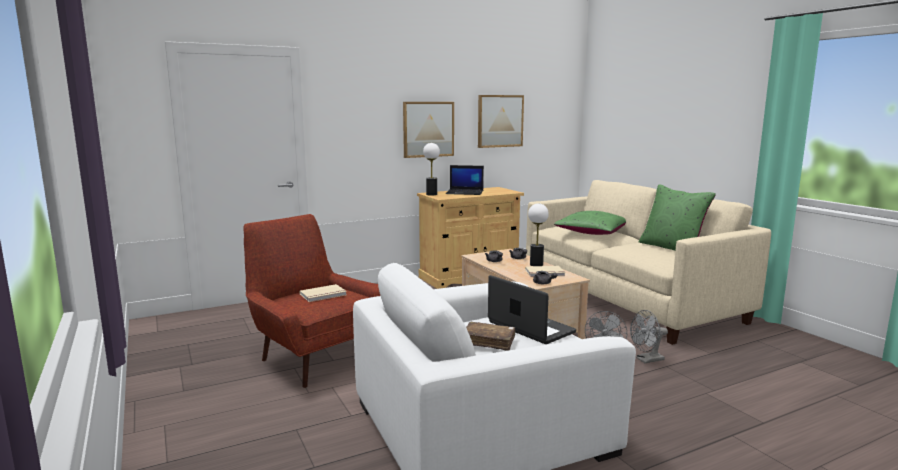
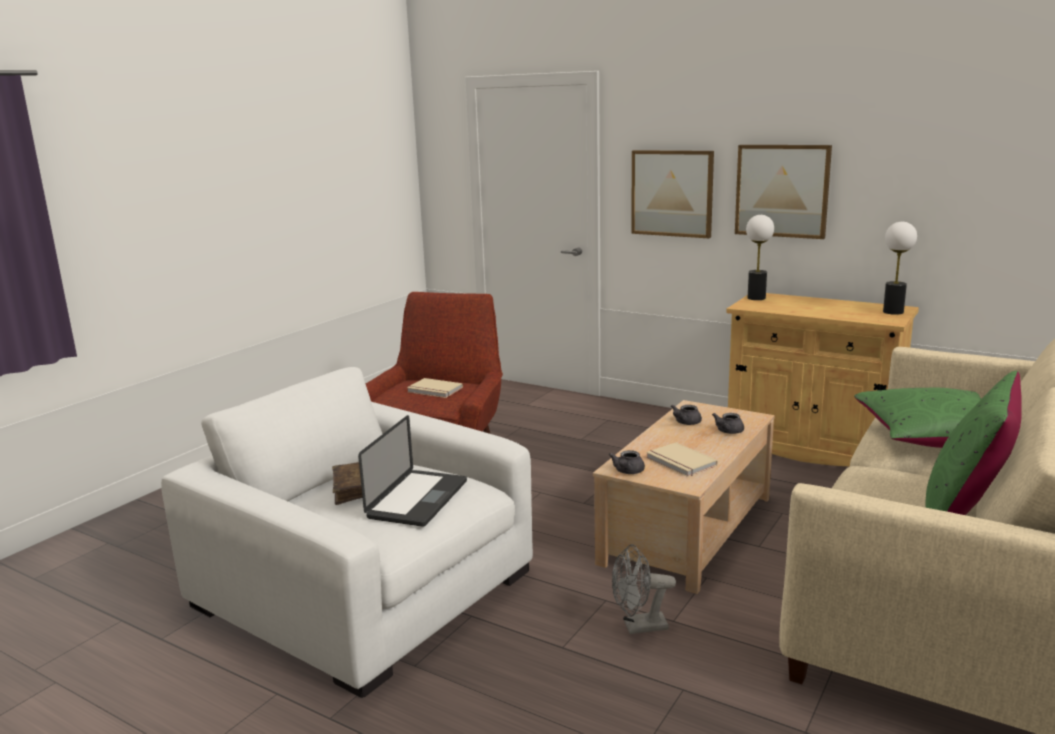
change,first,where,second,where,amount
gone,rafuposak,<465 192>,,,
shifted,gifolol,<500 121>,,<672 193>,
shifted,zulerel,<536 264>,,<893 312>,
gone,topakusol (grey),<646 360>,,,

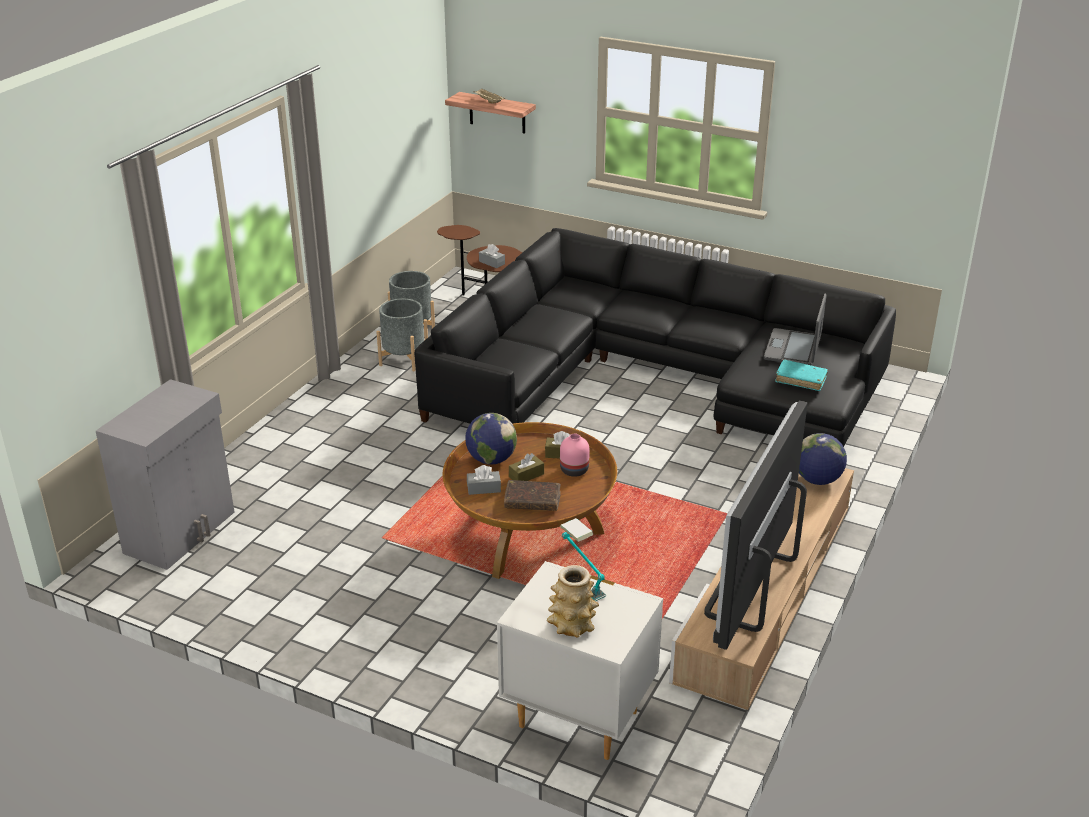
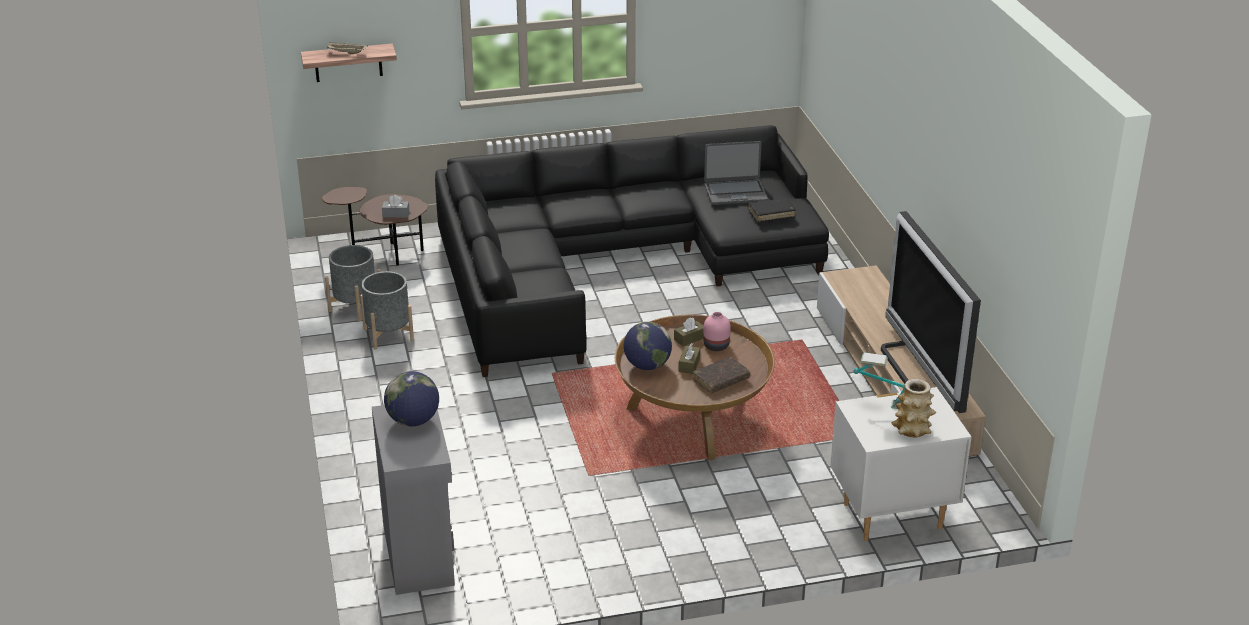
change,first,where,second,where,amount
gone,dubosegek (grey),<484 488>,,,
rotated,rafuposak,<793 349>,,<735 193>,75 degrees counterclockwise
repainted,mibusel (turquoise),<800 380>,mibusel (black),<771 214>,
shifted,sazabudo,<817 480>,,<413 421>,

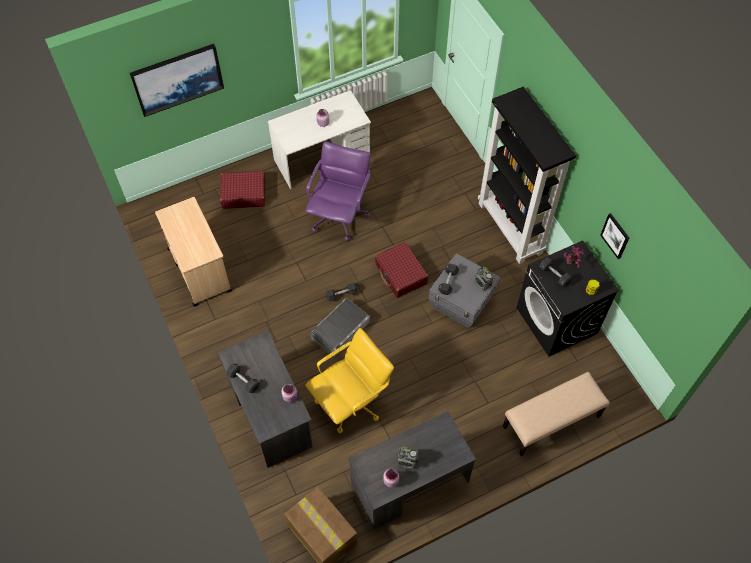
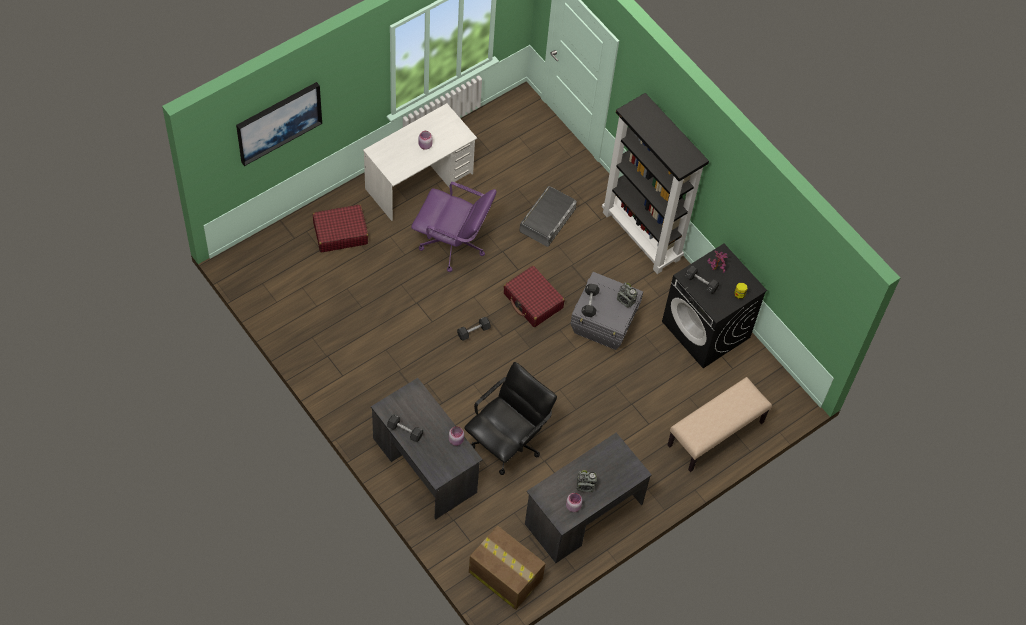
change,first,where,second,where,amount
gone,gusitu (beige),<199 269>,,,
repainted,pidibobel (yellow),<351 402>,pidibobel (black),<507 442>,
rotated,pidibobel (purple),<339 216>,,<453 245>,105 degrees clockwise
shifted,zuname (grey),<340 330>,,<547 219>,
gone,gifolol,<615 235>,,,

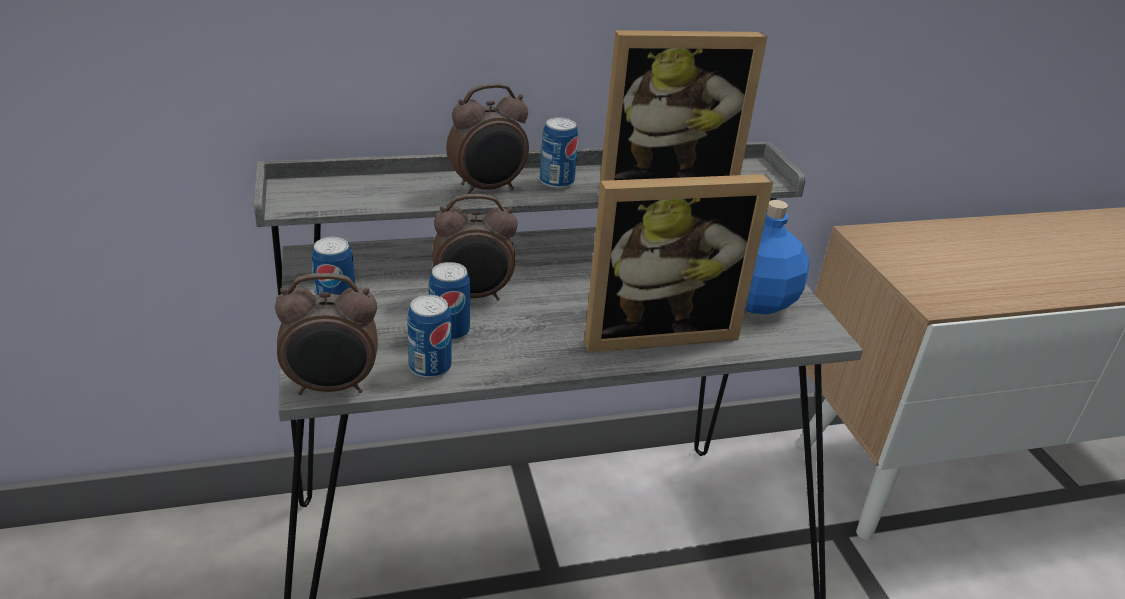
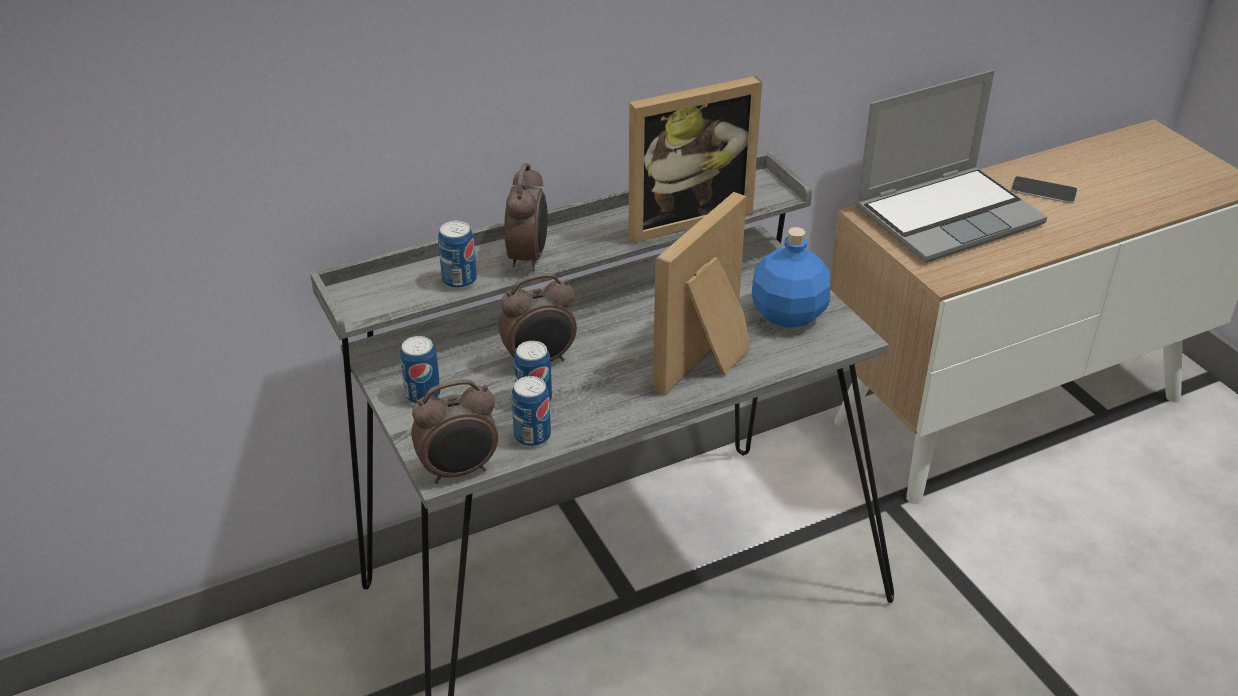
change,first,where,second,where,amount
rotated,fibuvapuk,<488 189>,,<529 257>,45 degrees counterclockwise
shifted,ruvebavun,<556 182>,,<459 281>,
rotated,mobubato,<656 330>,,<710 362>,150 degrees clockwise
new,,,rafuposak,<948 215>,
new,,,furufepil,<1043 190>,

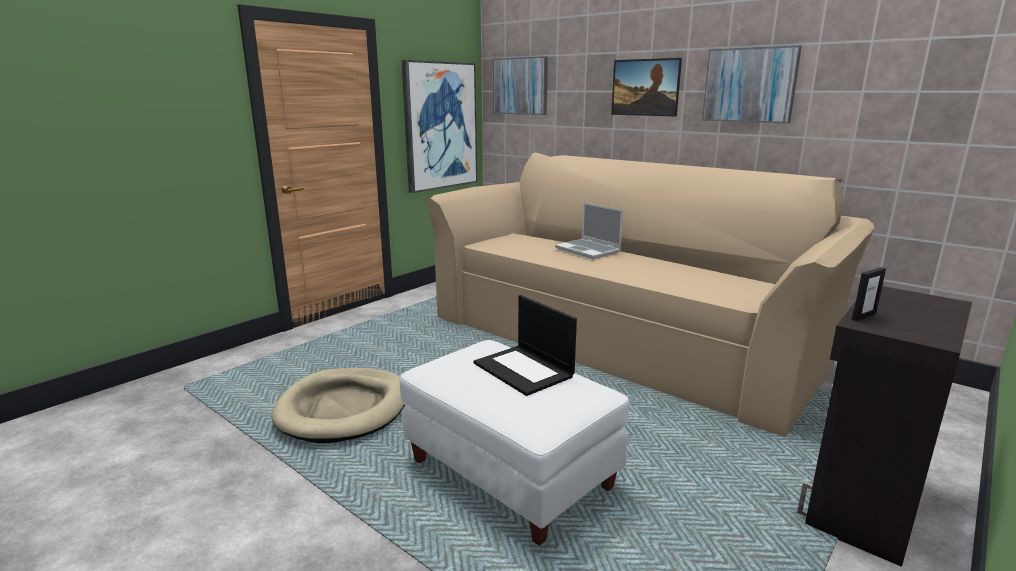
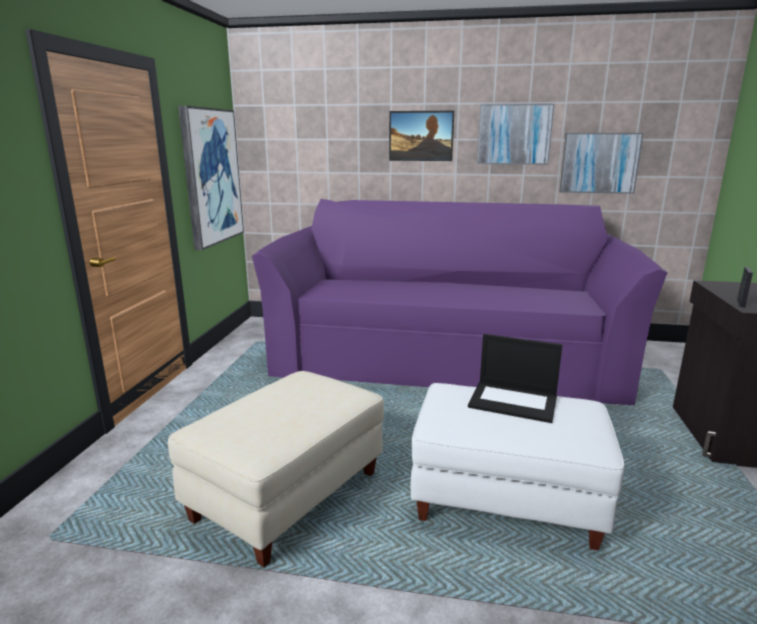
change,first,where,second,where,amount
swapped,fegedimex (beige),<344 409>,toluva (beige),<287 495>,
repainted,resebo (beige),<623 336>,resebo (purple),<445 356>,
shifted,gifolol,<520 86>,,<599 163>,
gone,rafuposak,<589 250>,,,

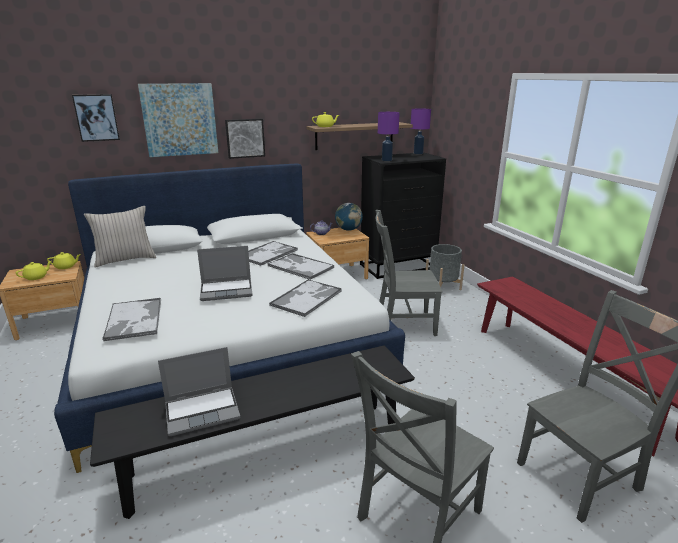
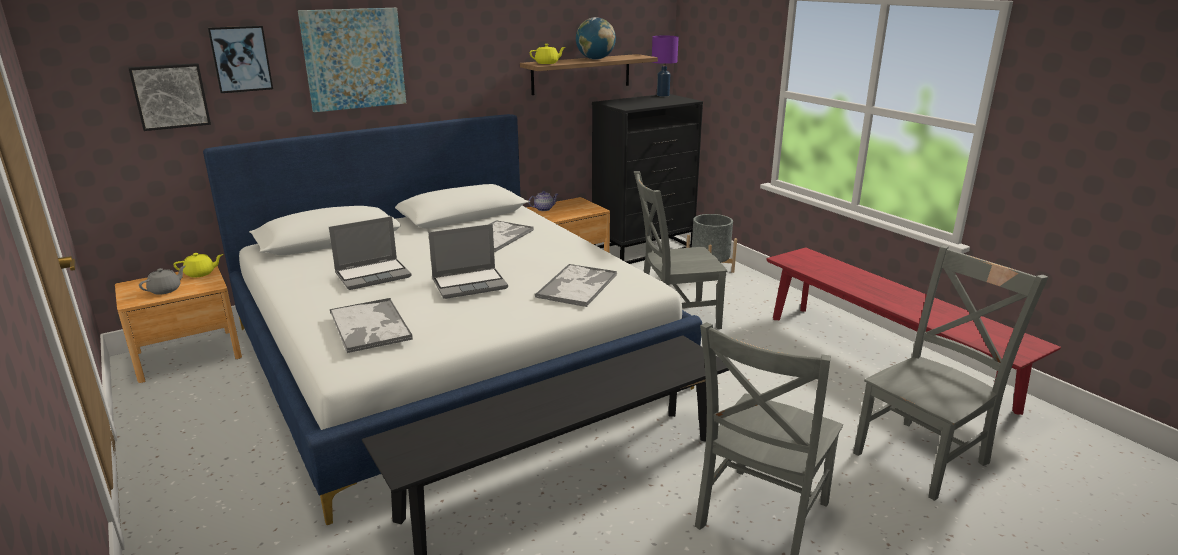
change,first,where,second,where,amount
repainted,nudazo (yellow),<36 277>,nudazo (grey),<166 290>,
gone,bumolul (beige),<125 260>,,,
shifted,rafuposak,<203 411>,,<374 275>,
shifted,gifolol,<245 138>,,<170 96>,
gone,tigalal,<300 267>,,,
shifted,sazabudo,<348 229>,,<595 59>,
gone,zulerel (purple),<387 160>,,,

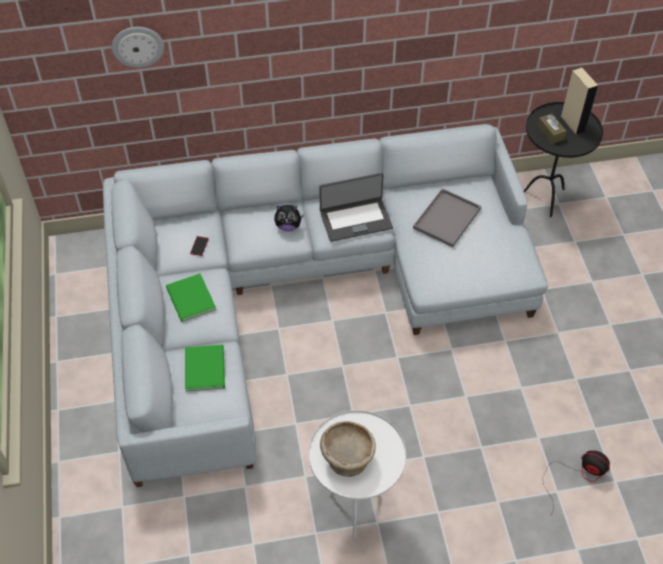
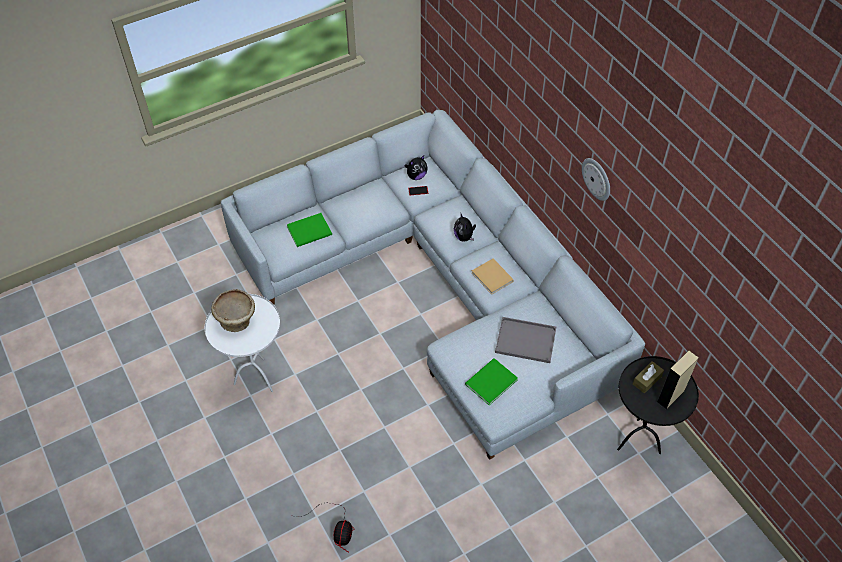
change,first,where,second,where,amount
shifted,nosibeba,<137 46>,,<597 178>,
shifted,mibusel (green),<190 300>,,<489 382>,
swapped,rafuposak,<355 219>,mibusel (beige),<493 278>,
new,,,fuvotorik,<416 176>,

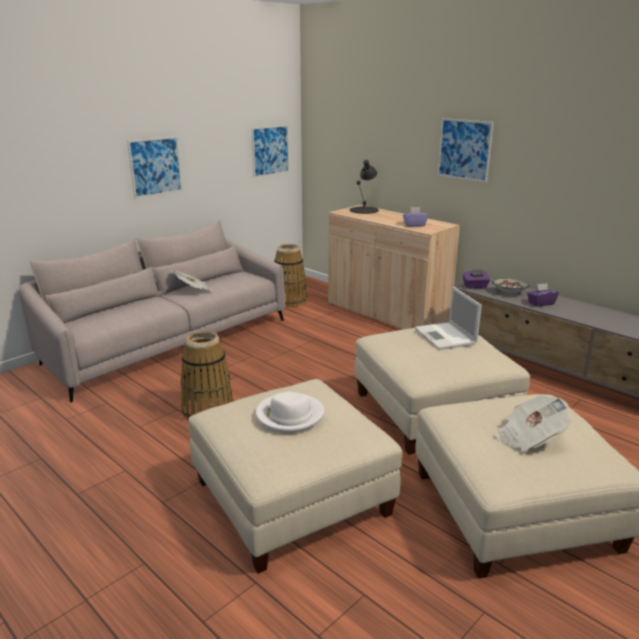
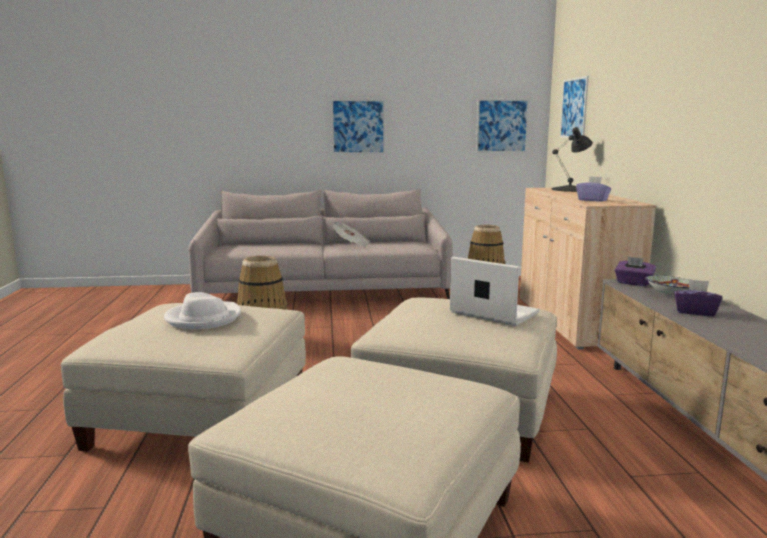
change,first,where,second,where,amount
rotated,rafuposak,<446 337>,,<492 312>,105 degrees clockwise
shifted,gifolol,<464 149>,,<574 108>,
gone,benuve,<529 437>,,,

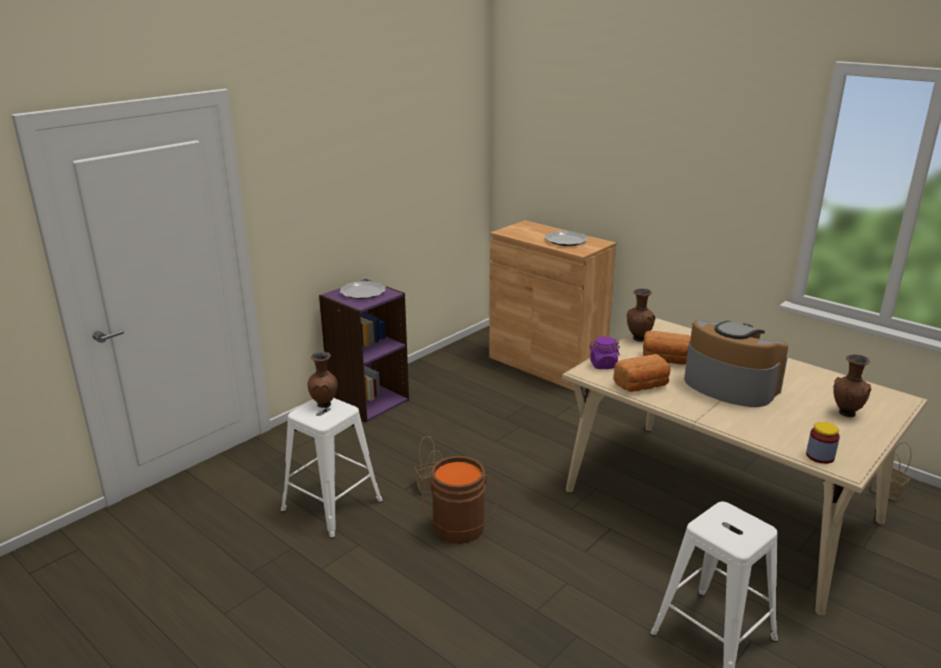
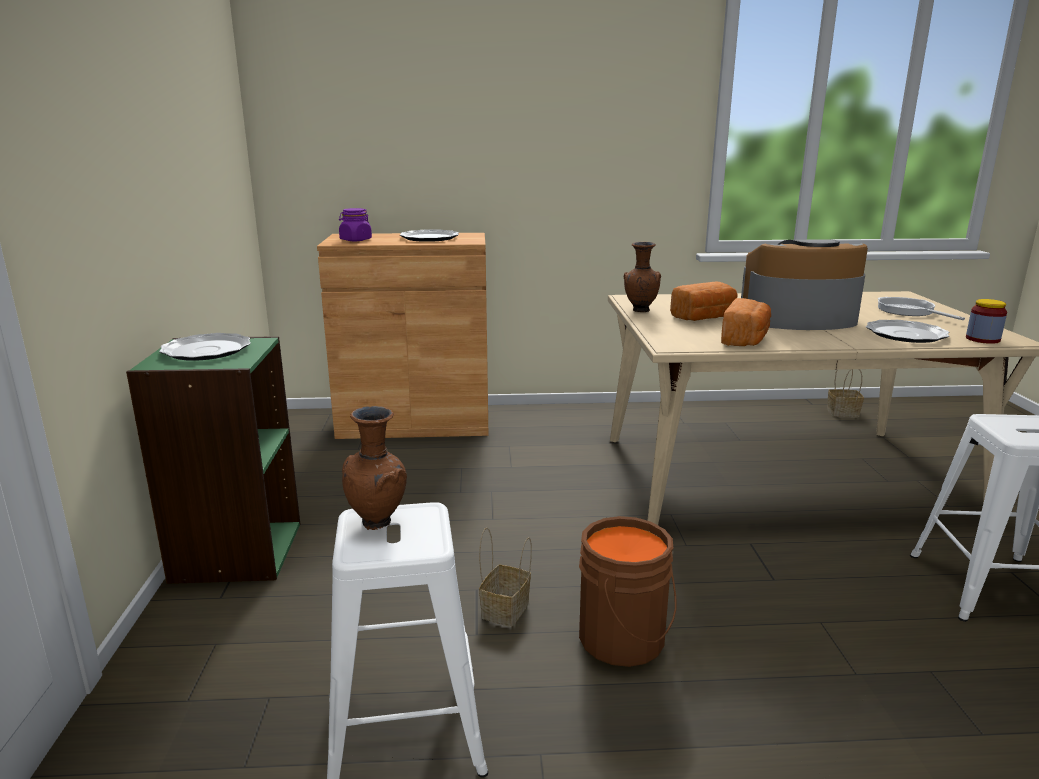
change,first,where,second,where,amount
repainted,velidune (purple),<368 401>,velidune (green),<236 551>,
shifted,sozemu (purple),<603 365>,,<355 240>,
swapped,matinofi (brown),<845 414>,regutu,<908 311>,
new,,,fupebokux,<905 334>,

